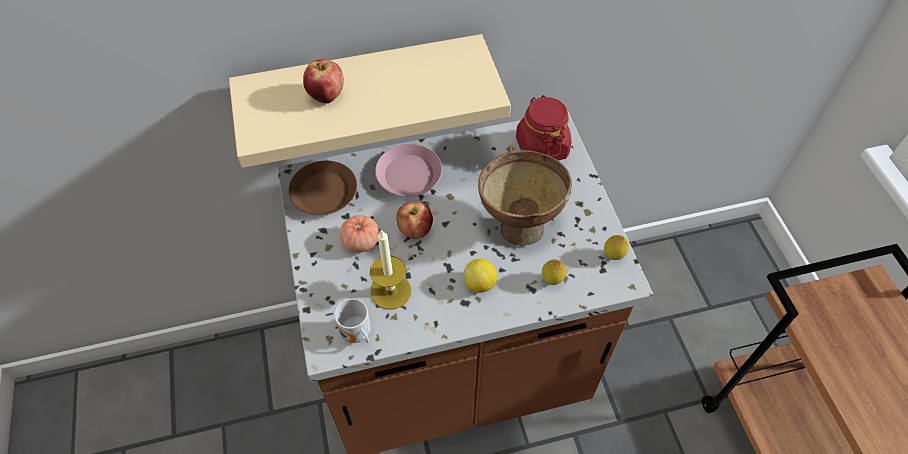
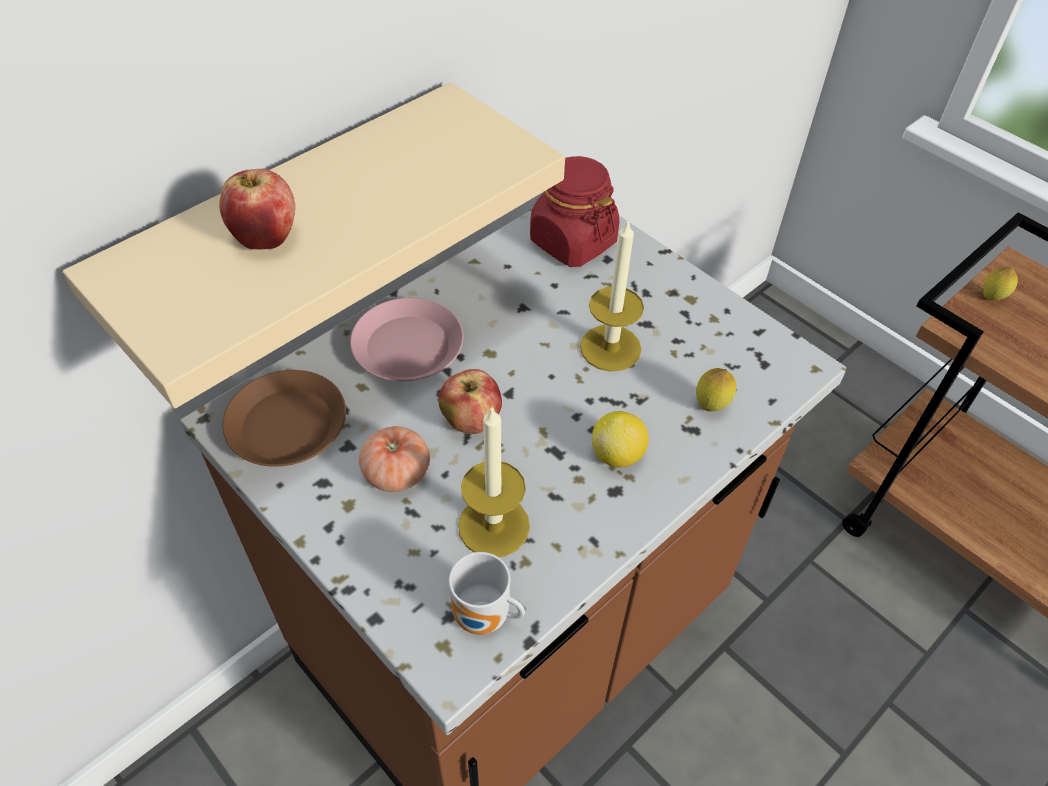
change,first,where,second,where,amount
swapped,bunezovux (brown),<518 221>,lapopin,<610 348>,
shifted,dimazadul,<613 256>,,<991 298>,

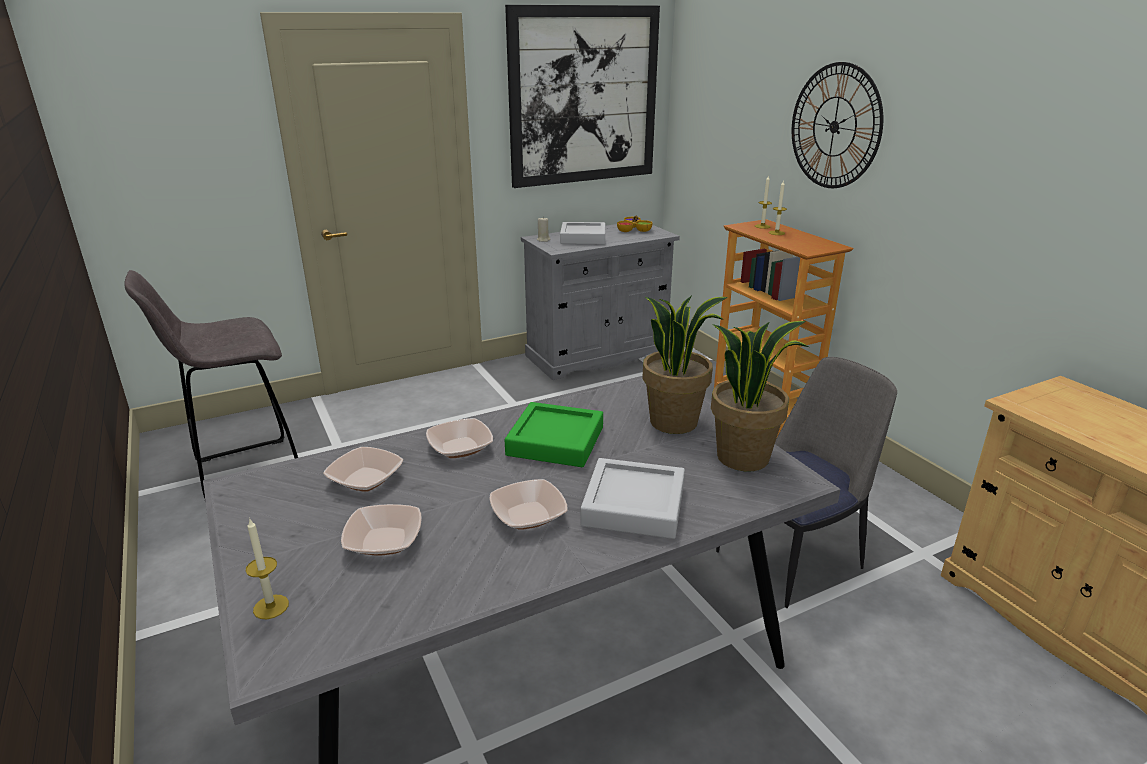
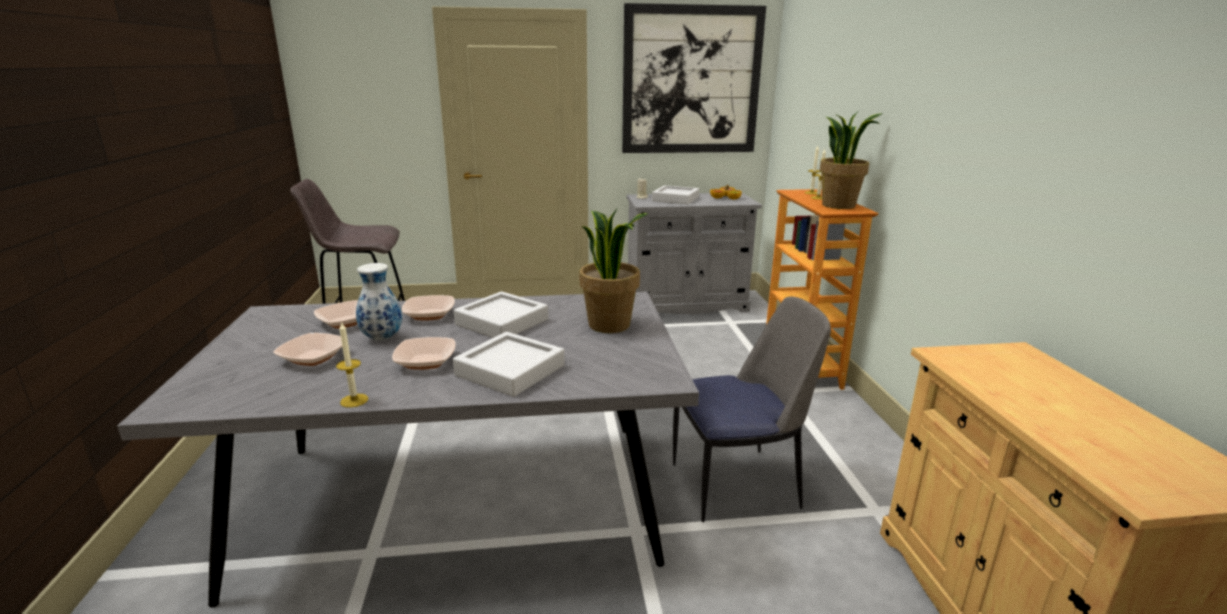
change,first,where,second,where,amount
shifted,lapopin,<271 607>,,<354 400>,
repainted,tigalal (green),<555 441>,tigalal (grey),<502 322>,
shifted,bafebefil,<743 457>,,<839 205>,
gone,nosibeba,<834 126>,,,
new,,,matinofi,<383 338>,

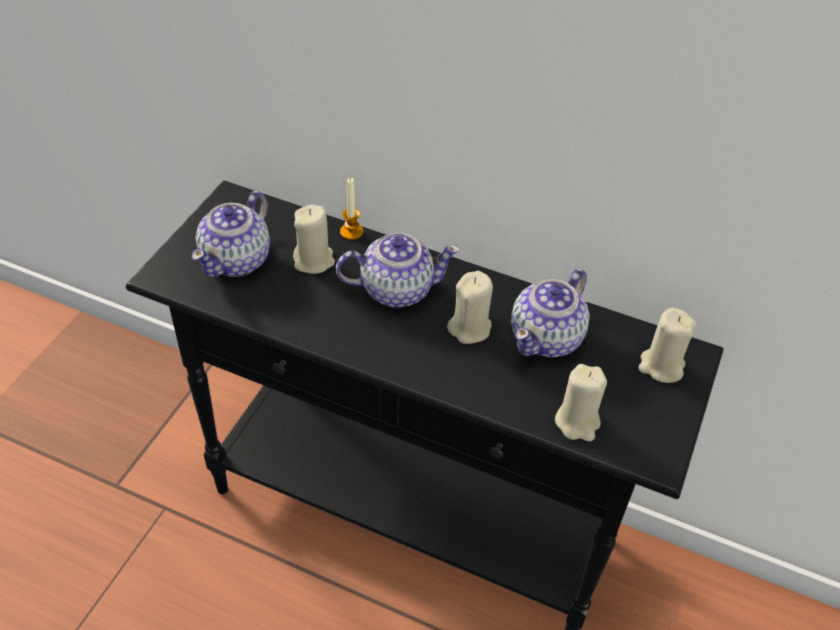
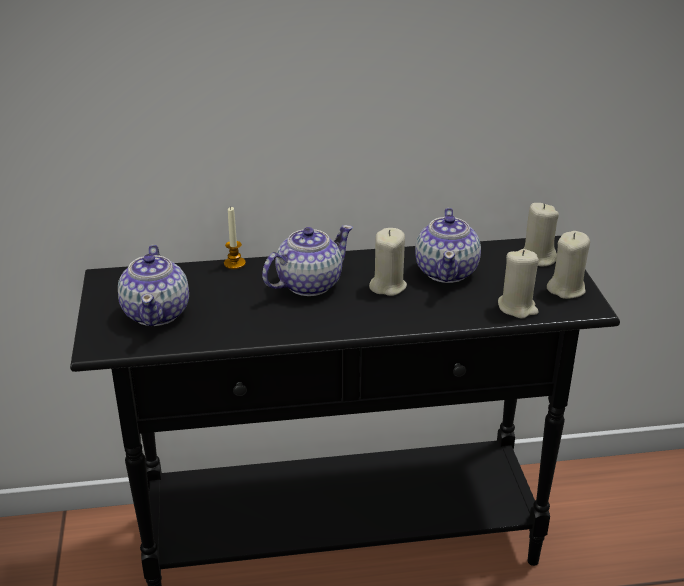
change,first,where,second,where,amount
shifted,lapopin (beige),<314 260>,,<566 289>,

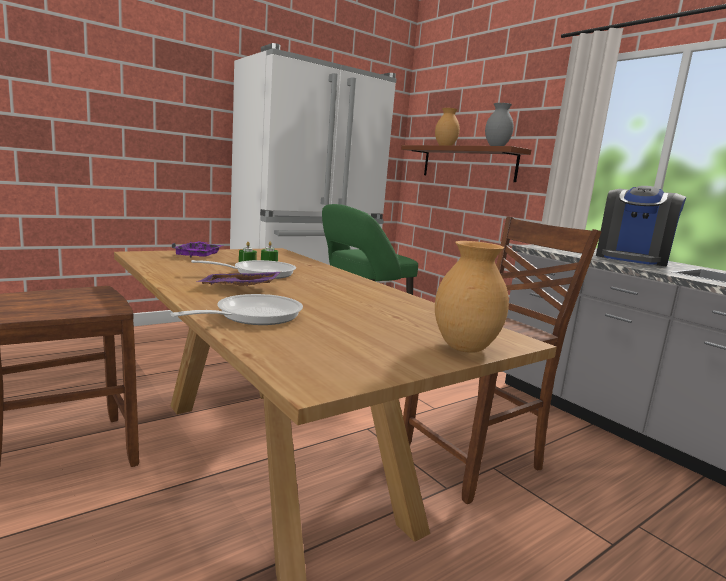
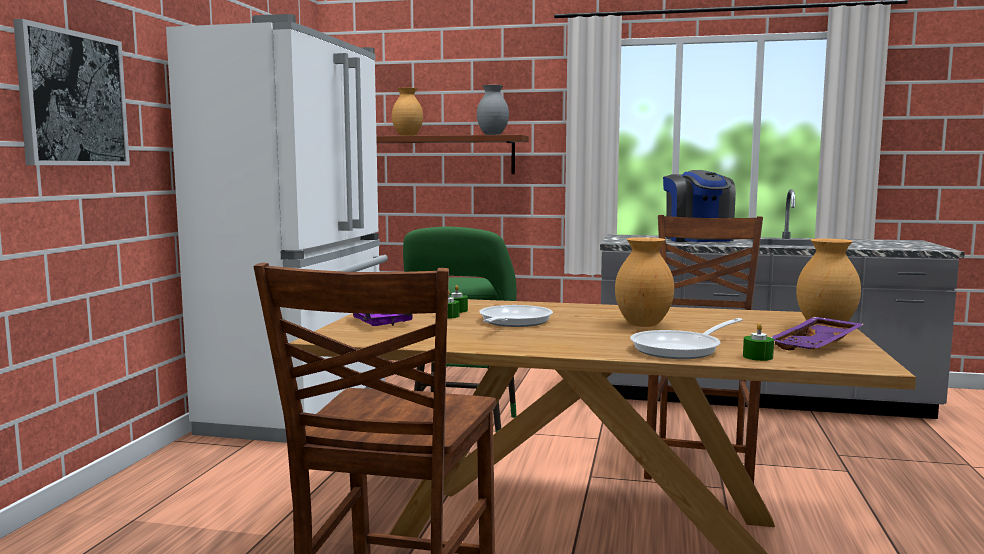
change,first,where,second,where,amount
rotated,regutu,<252 316>,,<681 349>,120 degrees counterclockwise
shifted,tigalal (purple),<239 288>,,<816 346>,
new,,,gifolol,<72 99>,
new,,,matinofi (brown),<642 324>,
new,,,lapopin (green),<757 357>,

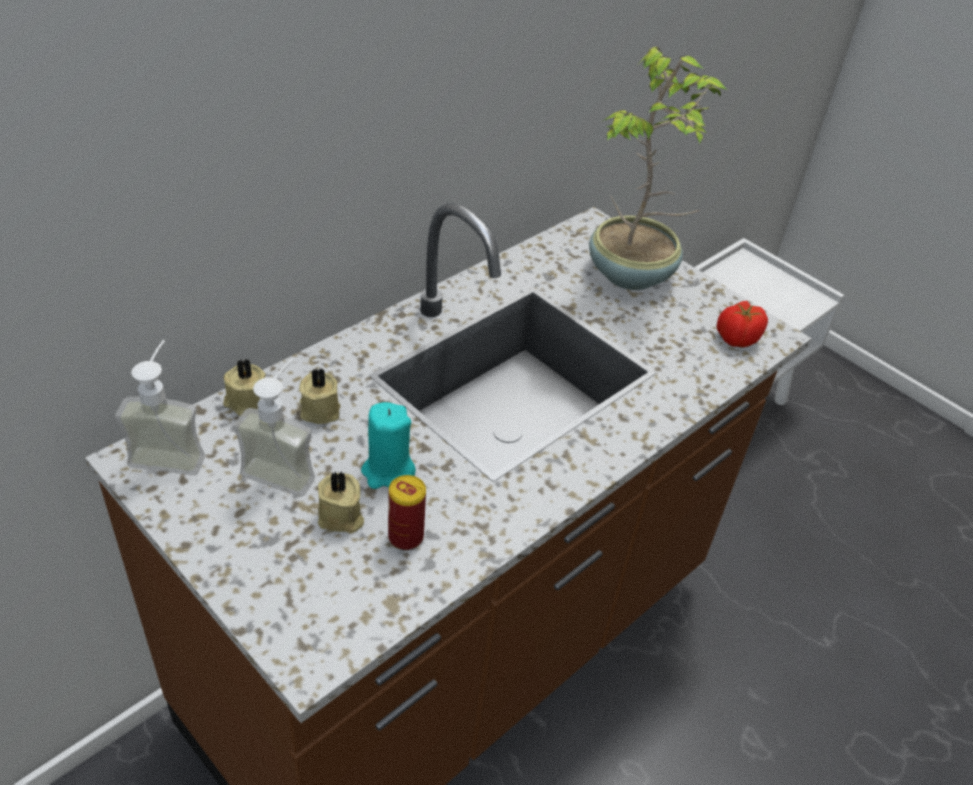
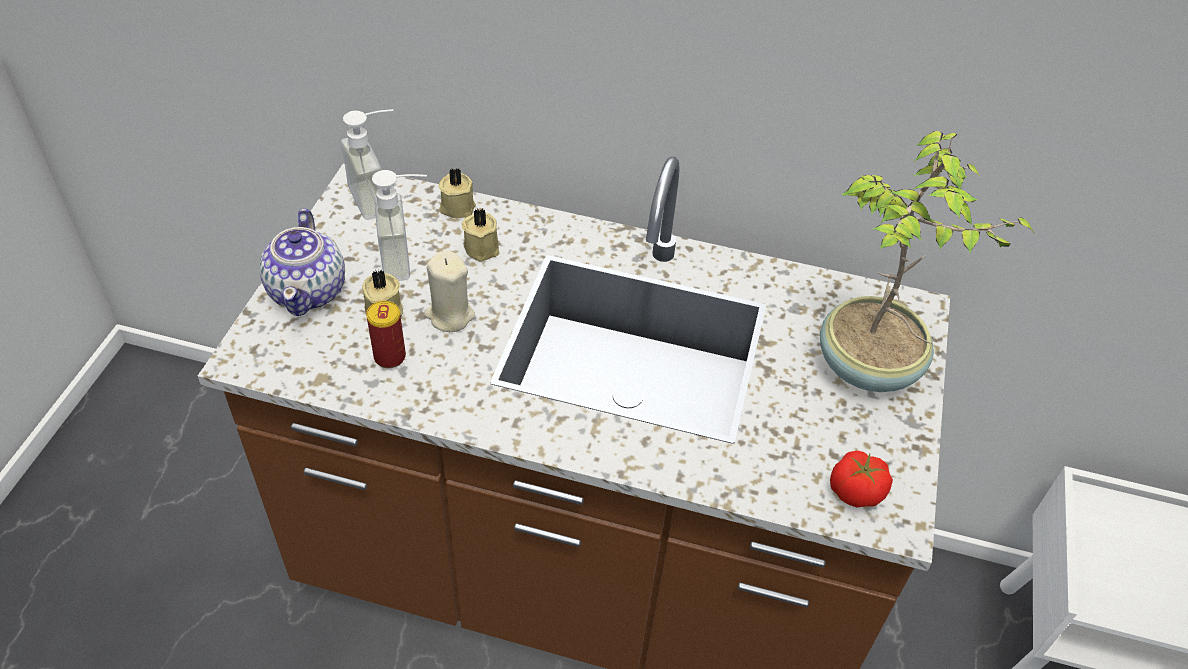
change,first,where,second,where,amount
repainted,lapopin (turquoise),<387 471>,lapopin (beige),<449 315>,
new,,,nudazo,<308 290>,

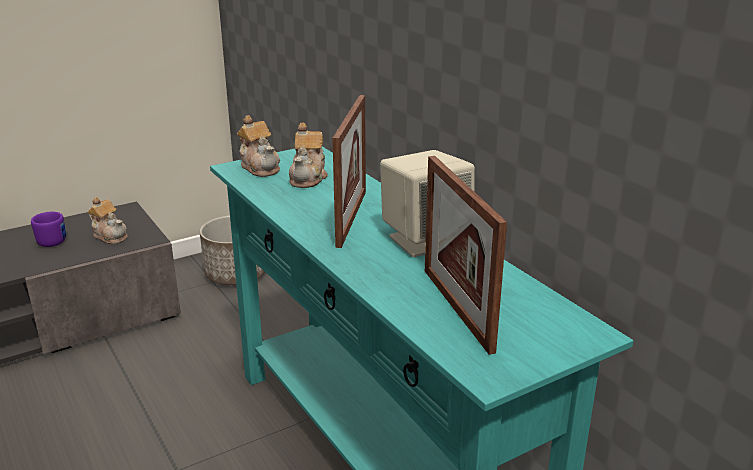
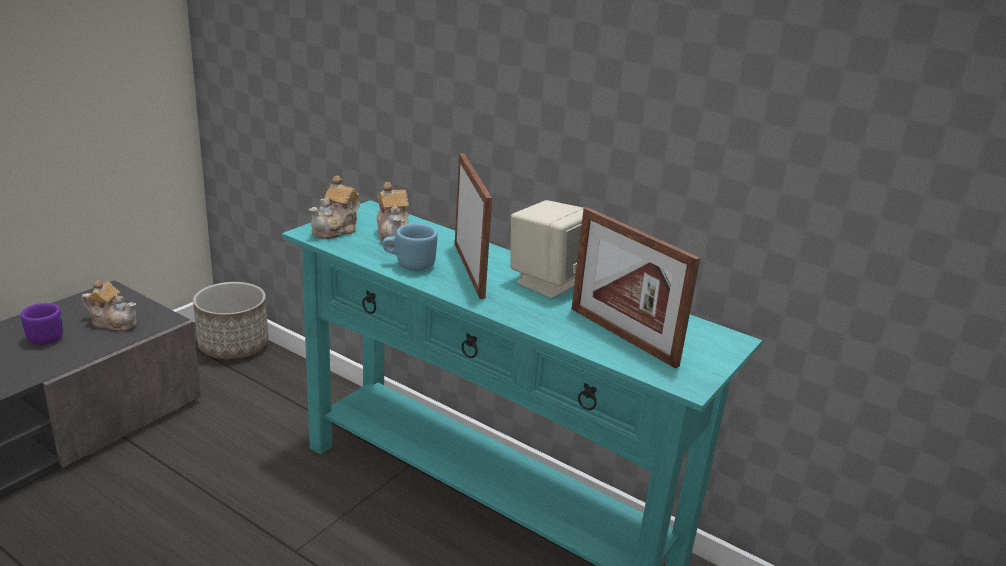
change,first,where,second,where,amount
rotated,nudazo,<260 167>,,<336 230>,90 degrees clockwise
new,,,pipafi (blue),<409 264>,

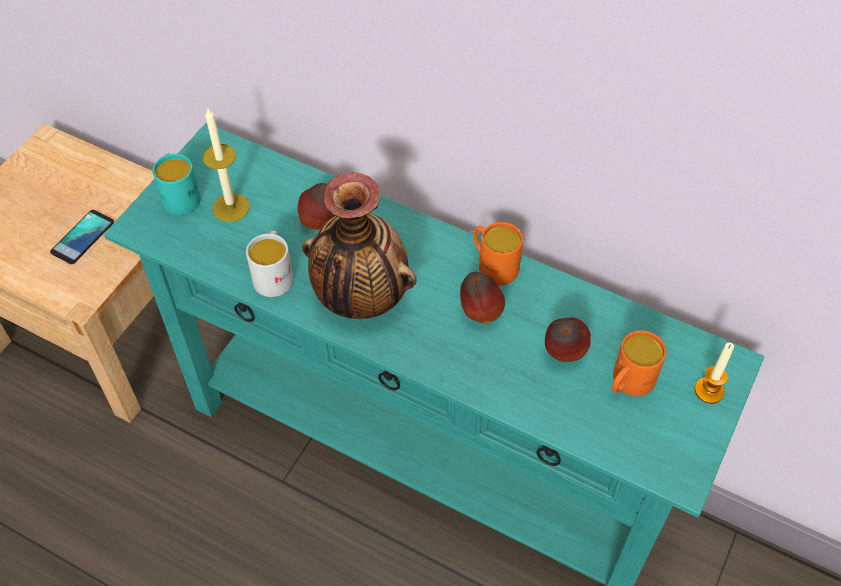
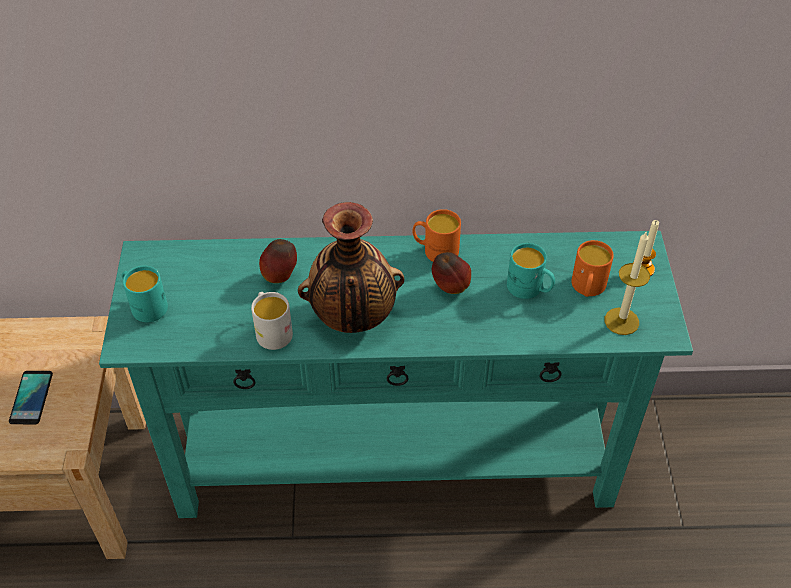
change,first,where,second,where,amount
shifted,lapopin,<231 207>,,<621 321>,
swapped,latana,<563 354>,pipafi (turquoise),<530 289>,

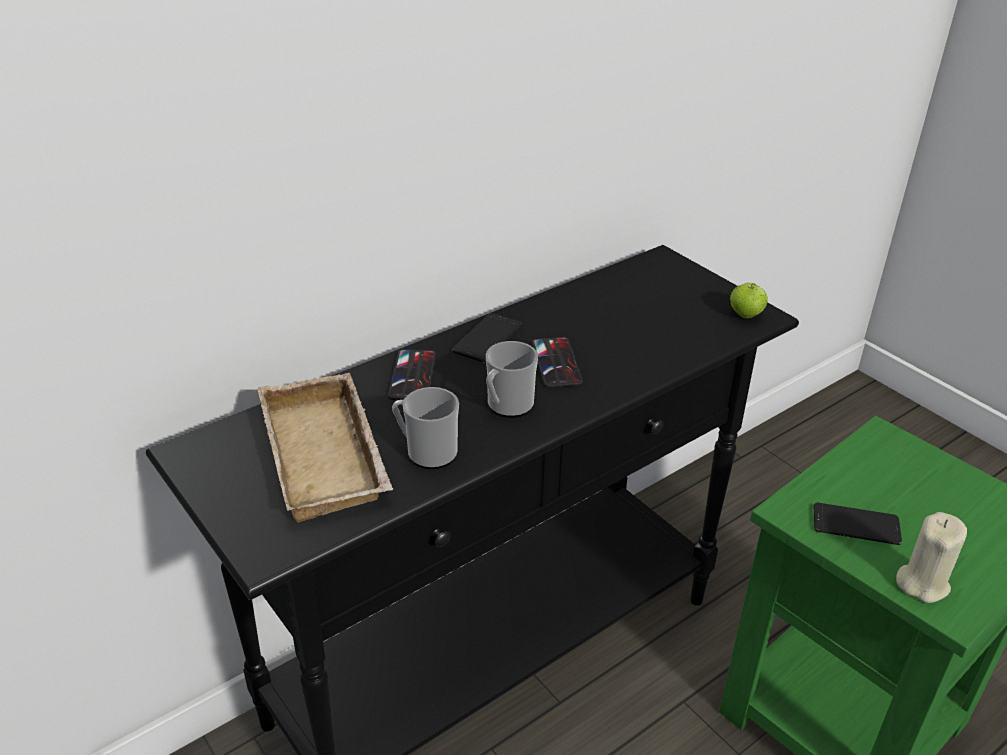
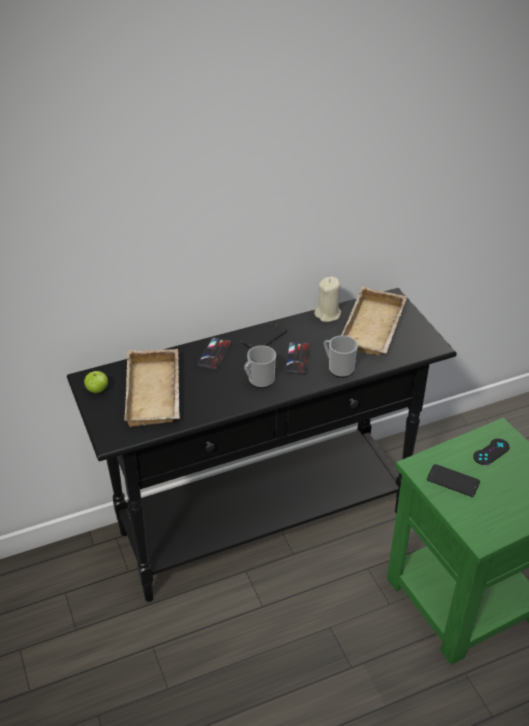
change,first,where,second,where,amount
shifted,pipafi,<426 452>,,<338 368>,
shifted,latana,<745 315>,,<97 390>,
shifted,lapopin (beige),<922 583>,,<328 314>,
new,,,tigalal (beige),<374 329>,
new,,,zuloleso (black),<491 452>,

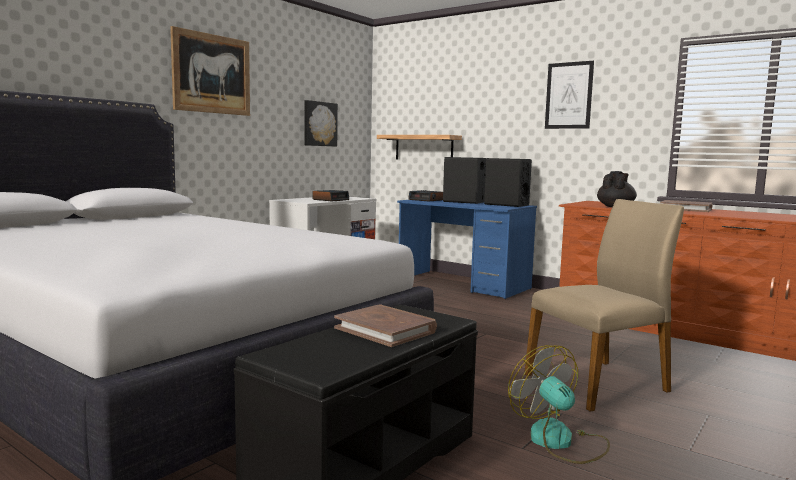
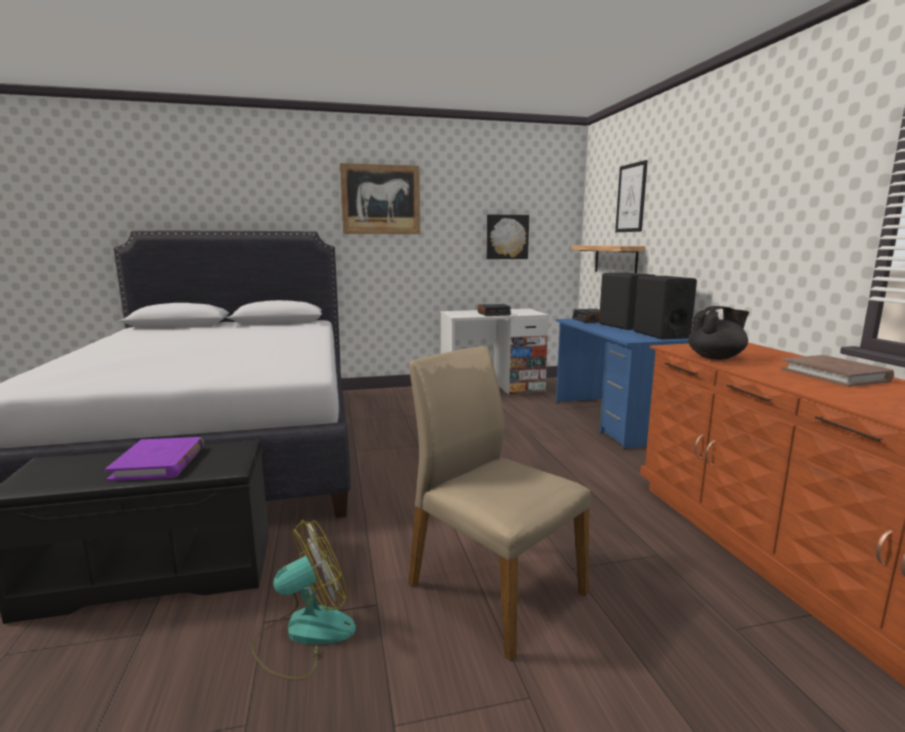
change,first,where,second,where,amount
repainted,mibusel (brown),<385 330>,mibusel (purple),<159 463>,
rotated,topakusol,<560 441>,,<304 634>,45 degrees clockwise
rotated,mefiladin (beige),<598 383>,,<493 588>,150 degrees counterclockwise
shifted,gifolol,<568 95>,,<631 198>,

